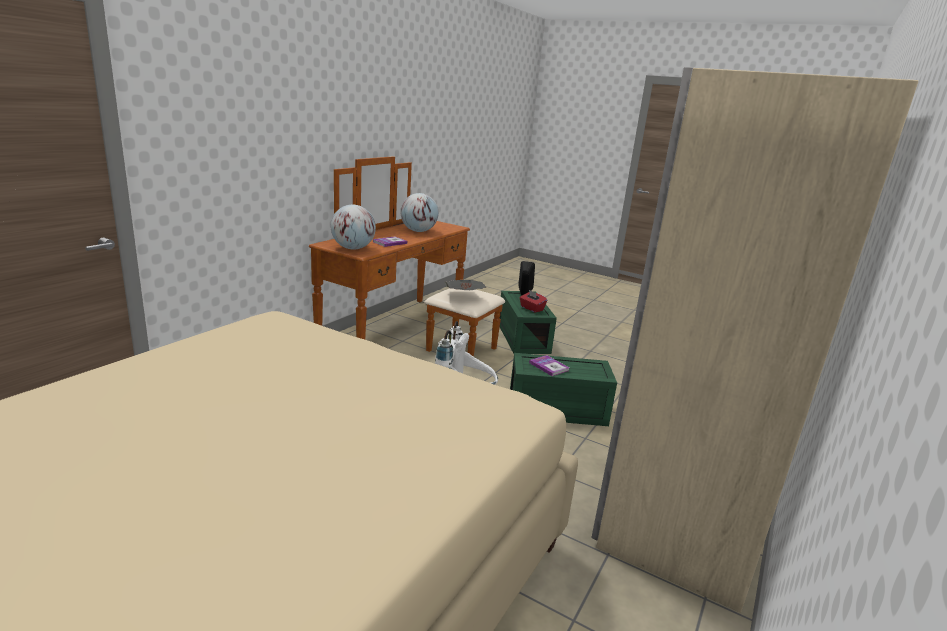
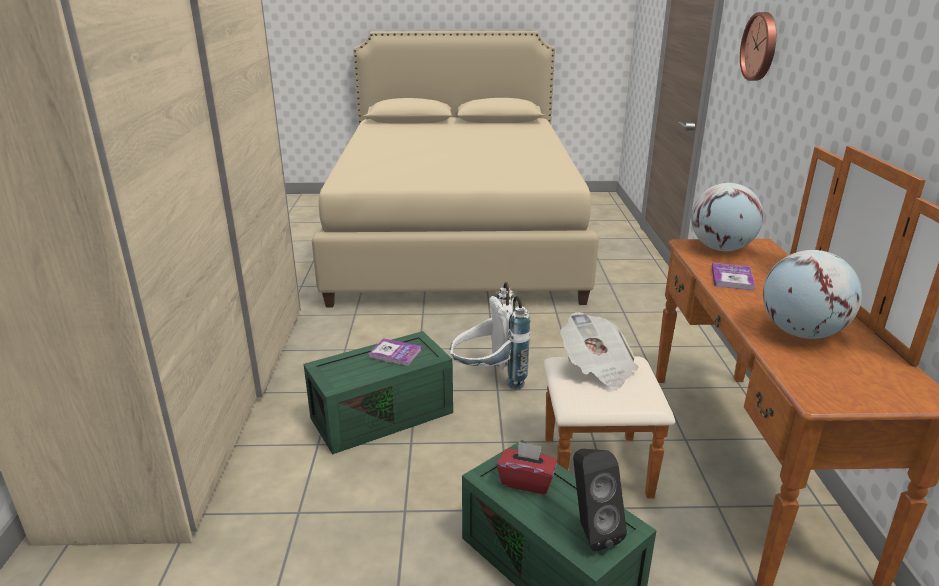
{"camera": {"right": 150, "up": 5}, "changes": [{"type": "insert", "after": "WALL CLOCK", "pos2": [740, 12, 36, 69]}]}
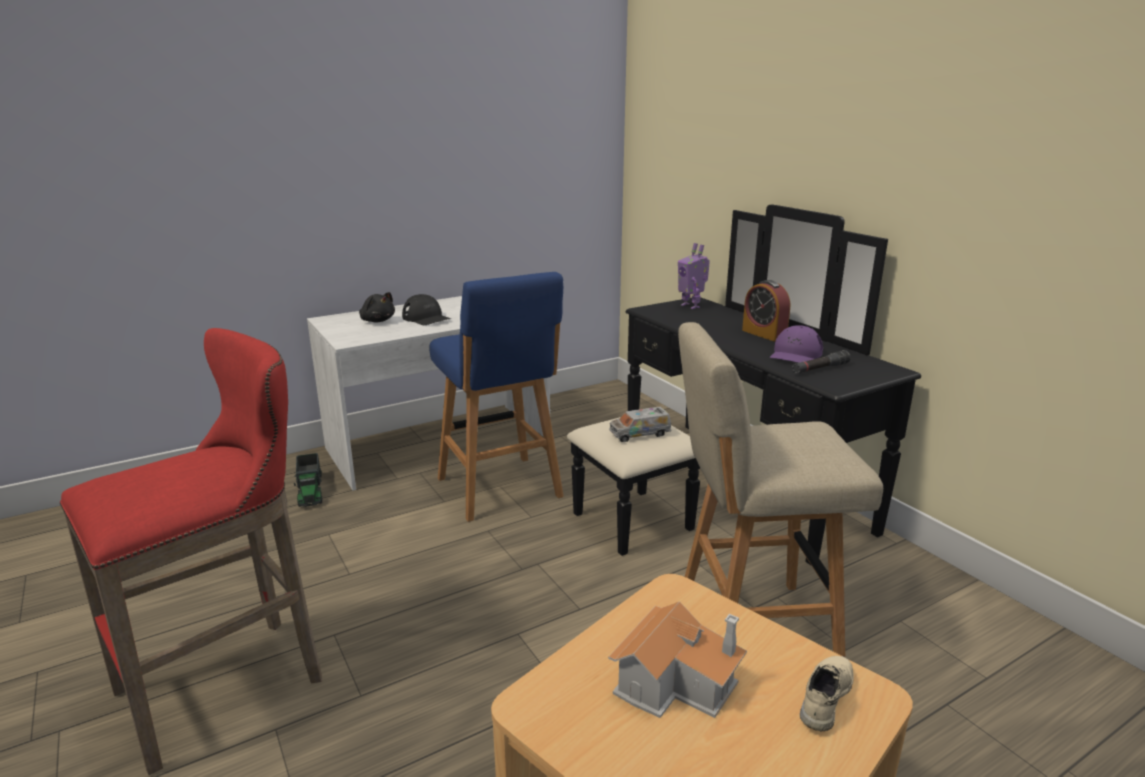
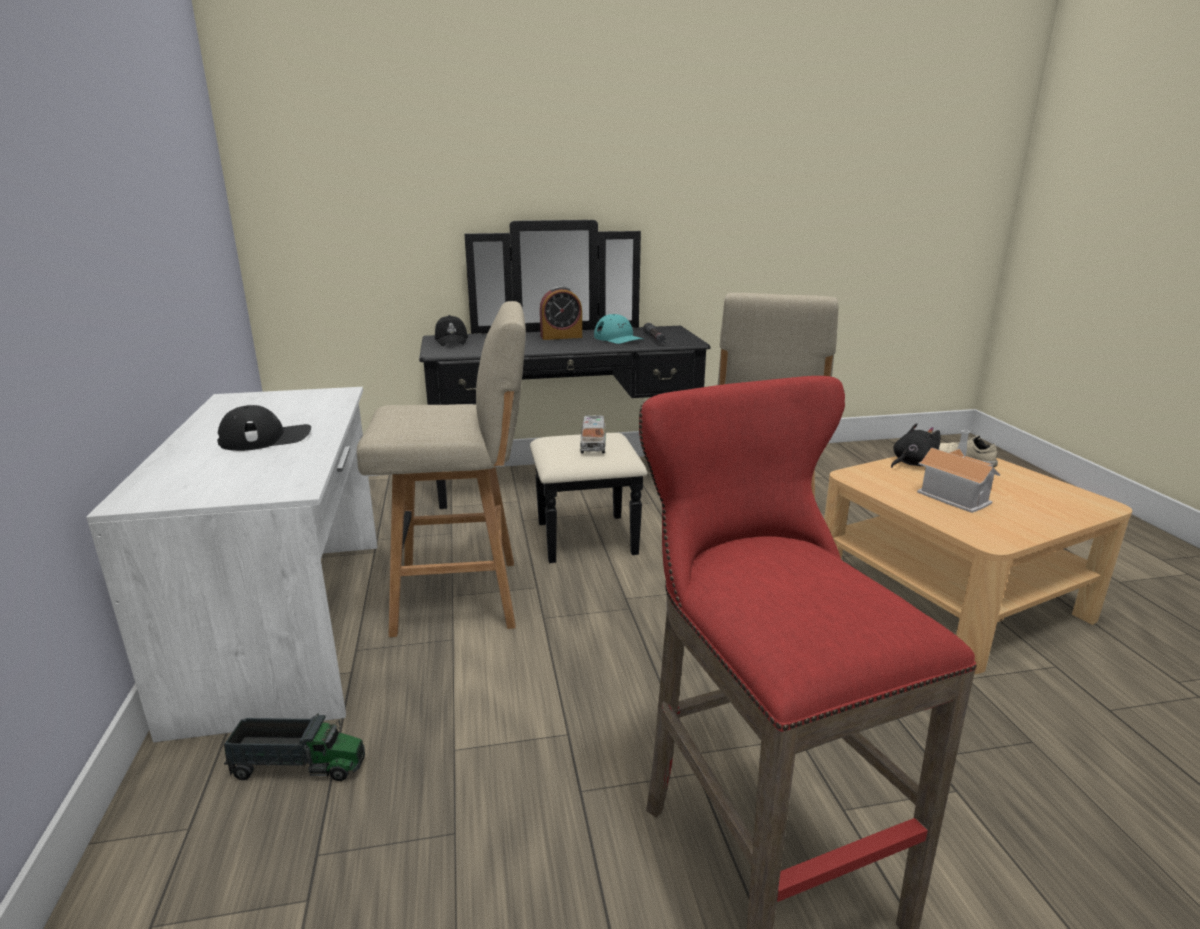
{"camera": {"right": -70, "up": 0}, "changes": [{"type": "recolor", "before": "BLUE STOOL", "after": "BEIGE STOOL", "pos1": [429, 272, 135, 250], "pos2": [357, 301, 169, 336]}, {"type": "replace", "before": "TOY ROBOT", "after": "BLACK CAP", "pos1": [678, 243, 32, 66], "pos2": [434, 315, 34, 31]}, {"type": "recolor", "before": "PURPLE CAP", "after": "TURQUOISE CAP", "pos1": [770, 325, 53, 38], "pos2": [594, 314, 49, 30]}, {"type": "move", "before": "BLACK PLUSH TOY", "pos1": [359, 292, 36, 30], "pos2": [891, 423, 49, 45]}]}
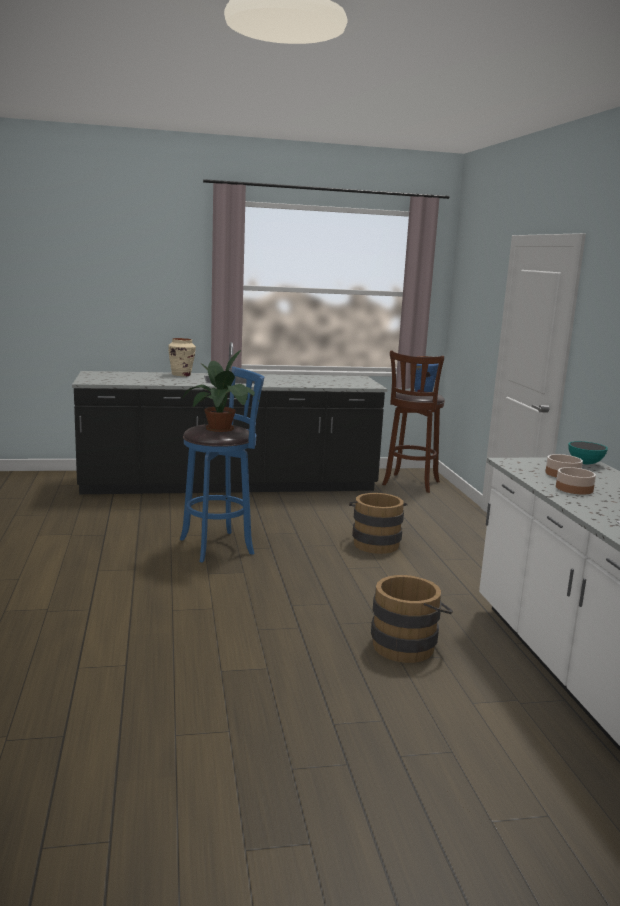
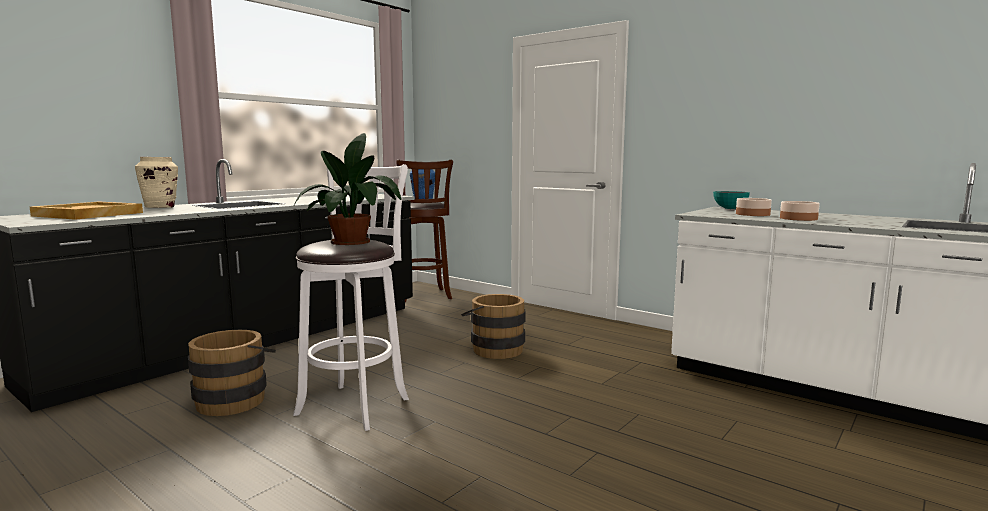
{"camera": {"right": -40, "up": -5}, "changes": [{"type": "insert", "after": "BEIGE TRAY", "pos2": [30, 202, 113, 18]}, {"type": "move", "before": "BROWN BUCKET", "pos1": [371, 575, 82, 88], "pos2": [188, 330, 88, 86]}, {"type": "recolor", "before": "BLUE STOOL", "after": "WHITE STOOL", "pos1": [180, 367, 84, 196], "pos2": [293, 164, 116, 267]}]}
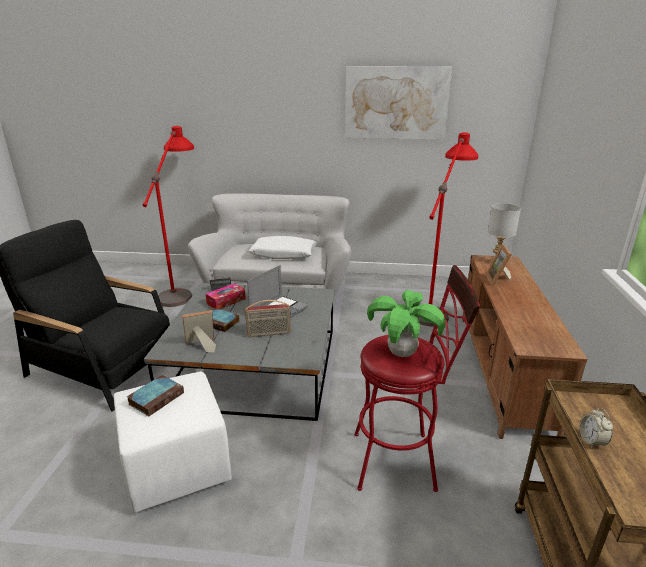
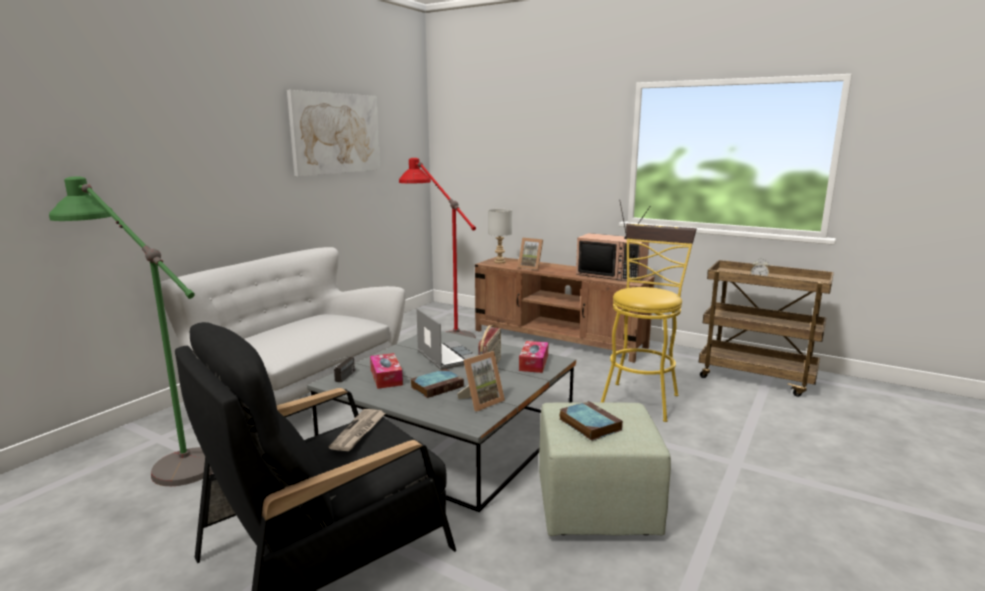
{"camera": {"right": -65, "up": -10}, "changes": [{"type": "recolor", "before": "RED FLOOR LAMP", "after": "GREEN FLOOR LAMP", "pos1": [143, 126, 51, 181], "pos2": [49, 176, 164, 310]}, {"type": "insert", "after": "NEWSPAPER", "pos2": [329, 409, 57, 42]}, {"type": "rotate", "before": "PICTURE FRAME", "pos1": [182, 310, 34, 42], "pos2": [457, 351, 48, 60], "turn": -135}, {"type": "insert", "after": "TISSUE BOX", "pos2": [519, 341, 30, 32]}, {"type": "recolor", "before": "WHITE OTTOMAN", "after": "GREEN OTTOMAN", "pos1": [114, 372, 118, 141], "pos2": [539, 402, 132, 134]}, {"type": "insert", "after": "TELEVISION", "pos2": [576, 200, 75, 81]}, {"type": "recolor", "before": "RED STOOL", "after": "YELLOW STOOL", "pos1": [354, 265, 126, 227], "pos2": [601, 224, 96, 198]}, {"type": "delete", "before": "WHITE PILLOW", "pos1": [249, 236, 68, 23]}, {"type": "delete", "before": "POTTED PLANT", "pos1": [367, 290, 78, 67]}]}
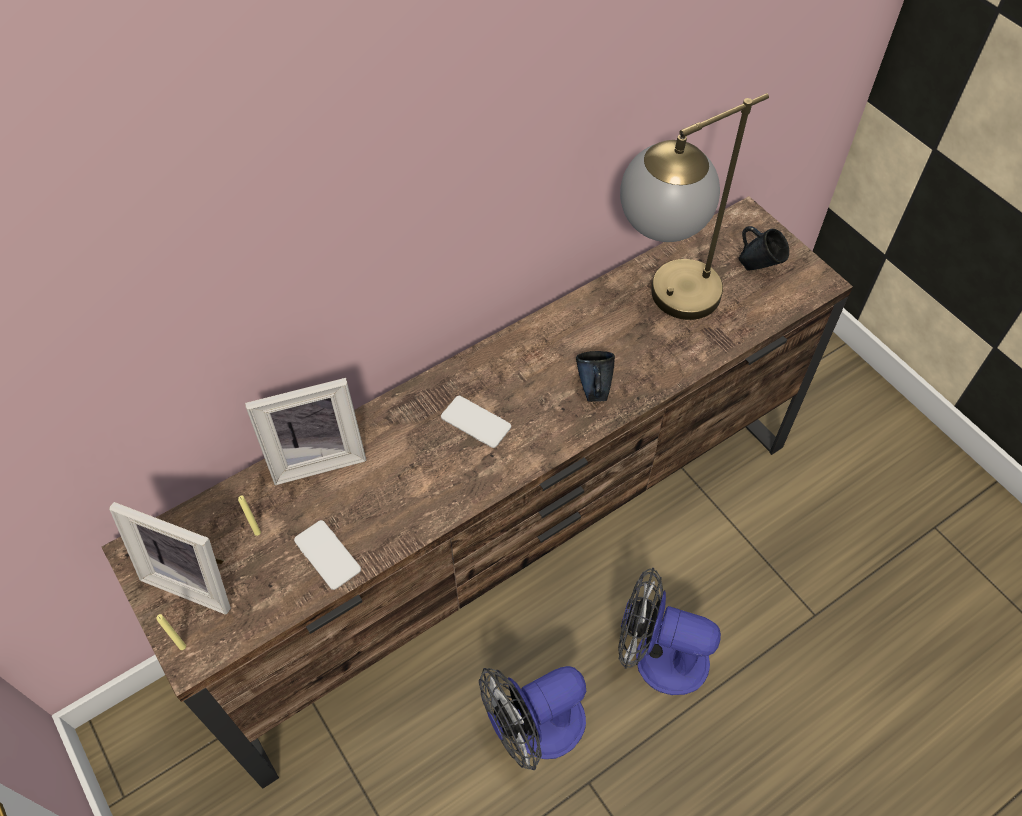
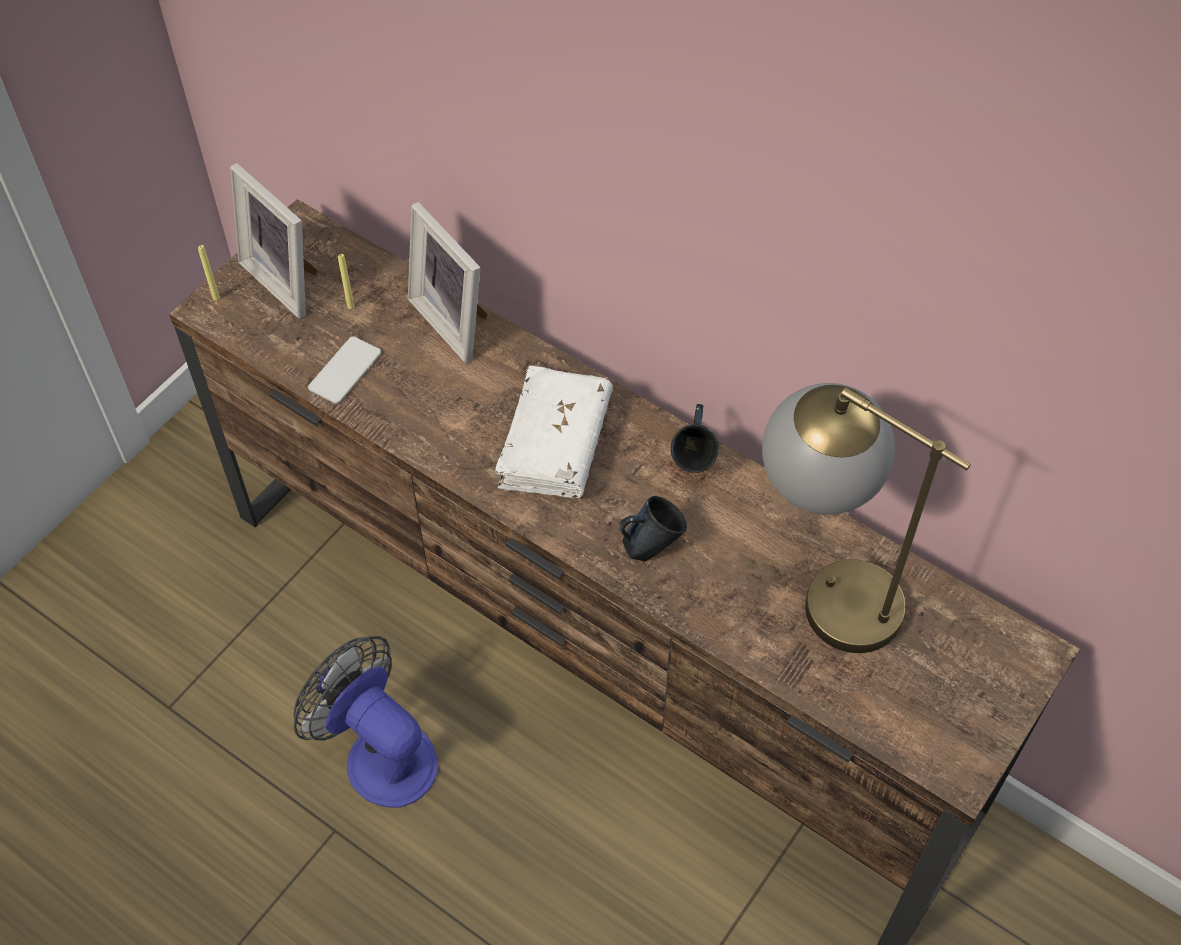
{"camera": {"right": 70, "up": 0}, "changes": [{"type": "rotate", "before": "PICTURE FRAME", "pos1": [109, 502, 122, 113], "pos2": [230, 163, 88, 156], "turn": -45}, {"type": "replace", "before": "PHONE", "after": "WHITE BOOK", "pos1": [441, 396, 70, 52], "pos2": [495, 366, 118, 132]}, {"type": "move", "before": "BLUE MUG", "pos1": [739, 226, 50, 45], "pos2": [671, 404, 48, 69]}, {"type": "delete", "before": "FAN", "pos1": [618, 568, 103, 127]}]}
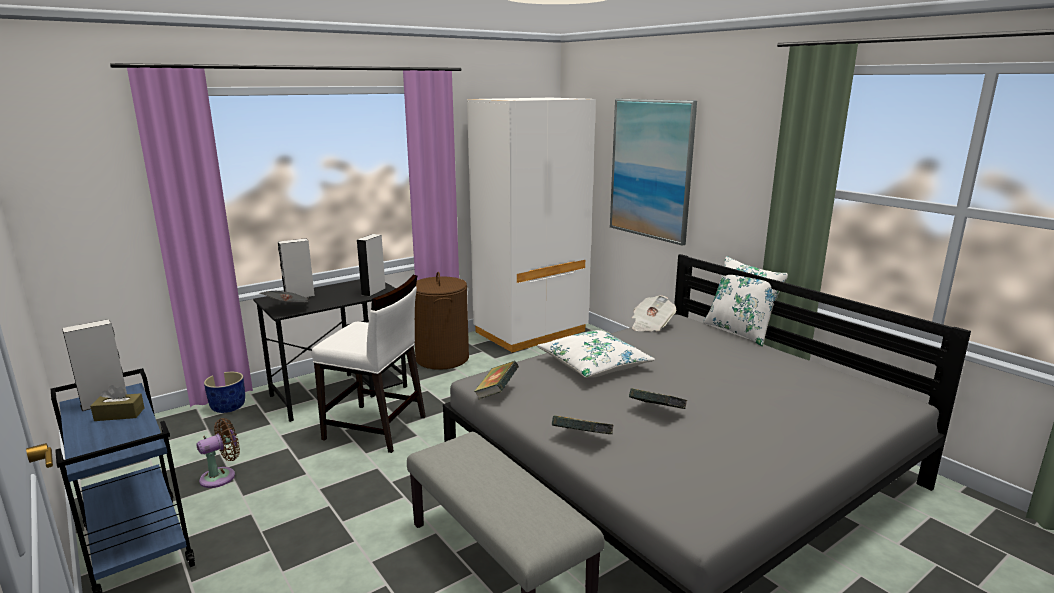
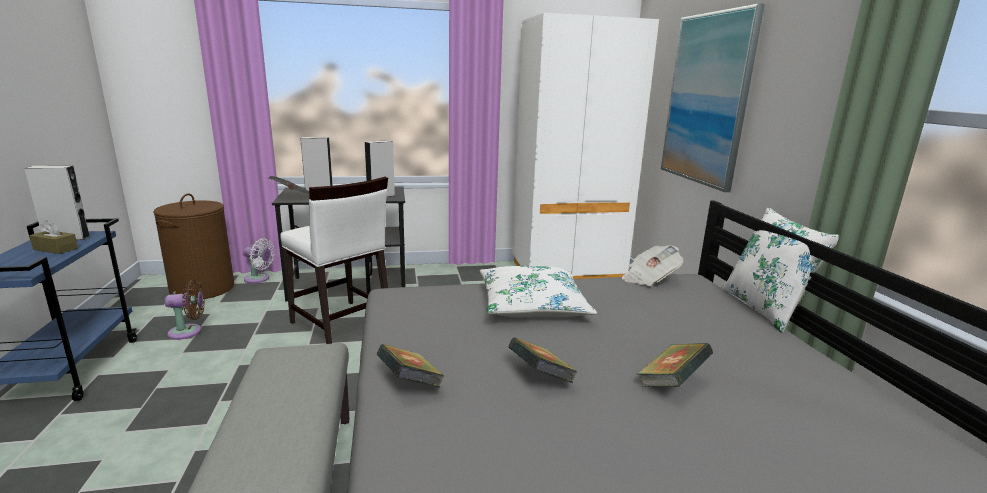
{"camera": {"right": 25, "up": 0}, "changes": [{"type": "move", "before": "BROWN LAUNDRY BASKET", "pos1": [415, 272, 54, 98], "pos2": [153, 193, 81, 106]}, {"type": "replace", "before": "BLUE PLANTER", "after": "WHITE FAN", "pos1": [204, 372, 41, 41], "pos2": [243, 238, 32, 45]}, {"type": "move", "before": "BOOK", "pos1": [474, 361, 45, 38], "pos2": [637, 343, 76, 44]}]}
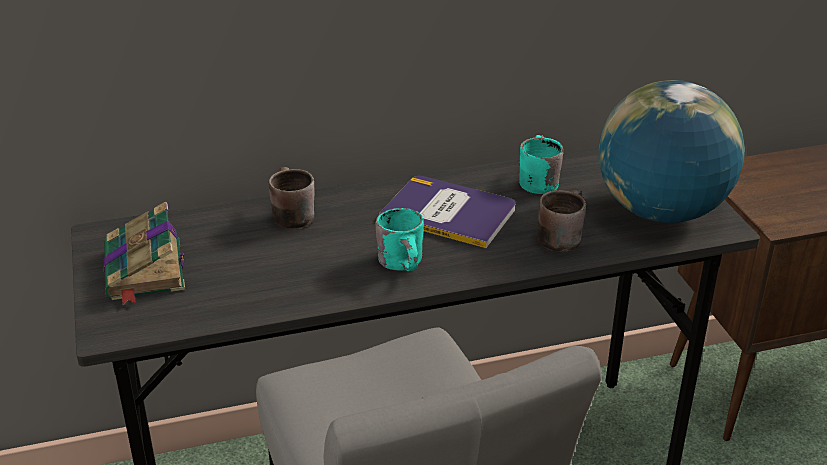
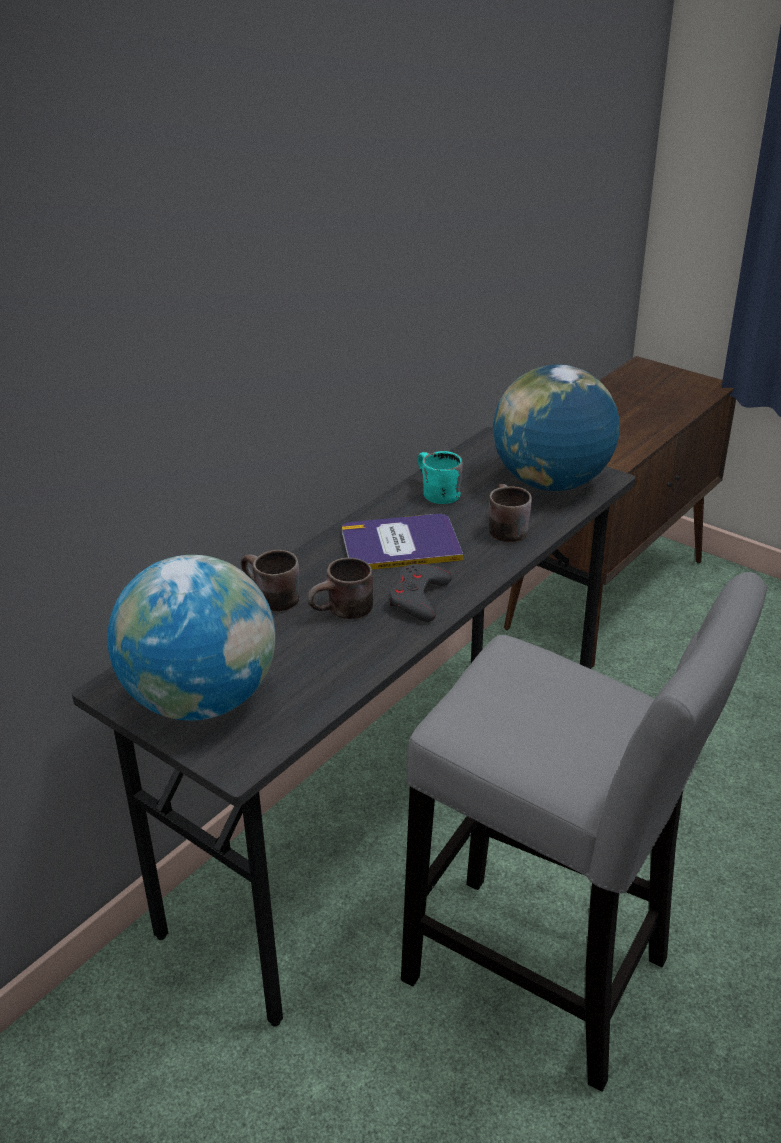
{"camera": {"right": -35, "up": 0}, "changes": [{"type": "replace", "before": "BOOK", "after": "GLOBE", "pos1": [104, 201, 81, 104], "pos2": [107, 555, 168, 166]}, {"type": "insert", "after": "BROWN MUG", "pos2": [307, 558, 66, 61]}, {"type": "replace", "before": "TURQUOISE MUG", "after": "GREY GAME CONTROLLER", "pos1": [375, 208, 49, 63], "pos2": [389, 564, 63, 58]}]}
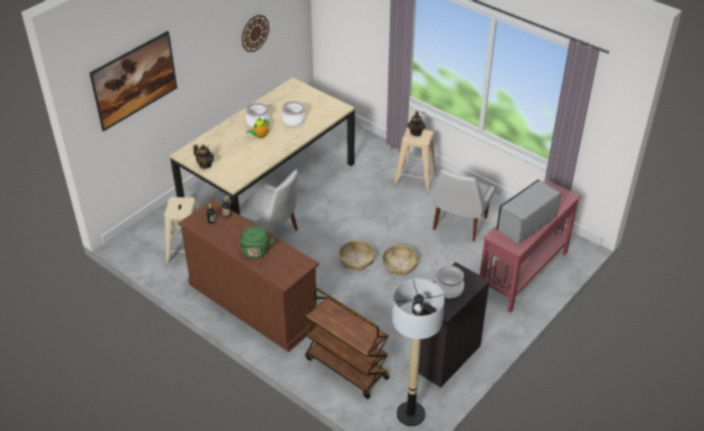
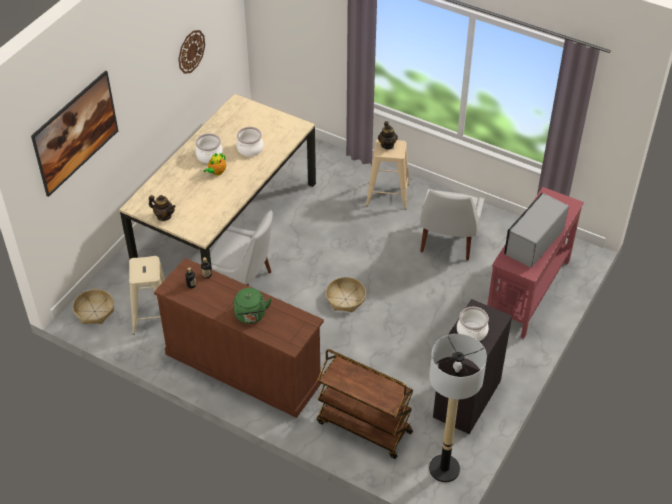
{"camera": {"right": -10, "up": 5}, "changes": [{"type": "move", "before": "BASKET", "pos1": [382, 245, 37, 31], "pos2": [73, 289, 41, 35]}]}
